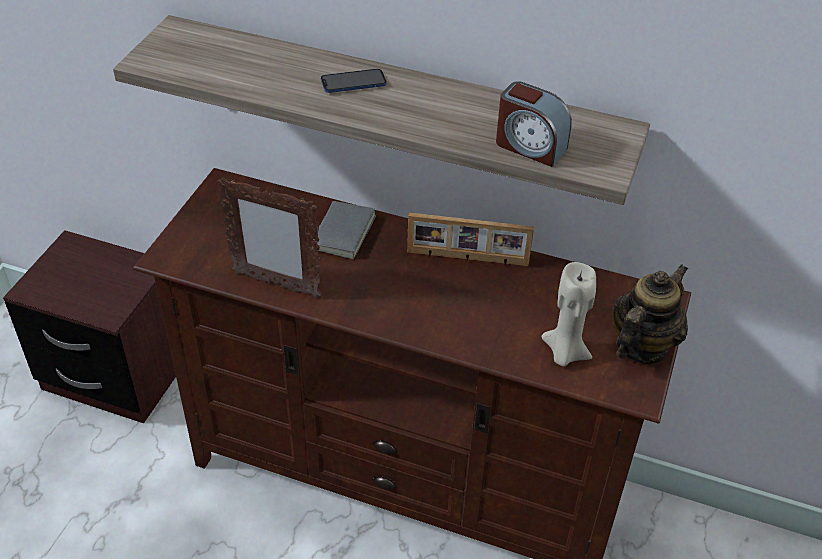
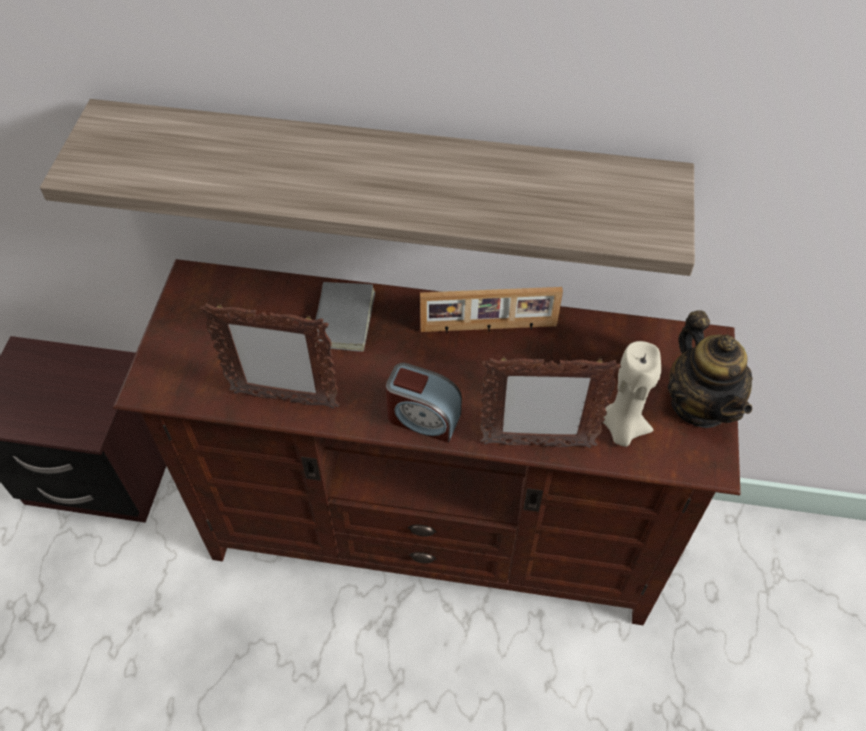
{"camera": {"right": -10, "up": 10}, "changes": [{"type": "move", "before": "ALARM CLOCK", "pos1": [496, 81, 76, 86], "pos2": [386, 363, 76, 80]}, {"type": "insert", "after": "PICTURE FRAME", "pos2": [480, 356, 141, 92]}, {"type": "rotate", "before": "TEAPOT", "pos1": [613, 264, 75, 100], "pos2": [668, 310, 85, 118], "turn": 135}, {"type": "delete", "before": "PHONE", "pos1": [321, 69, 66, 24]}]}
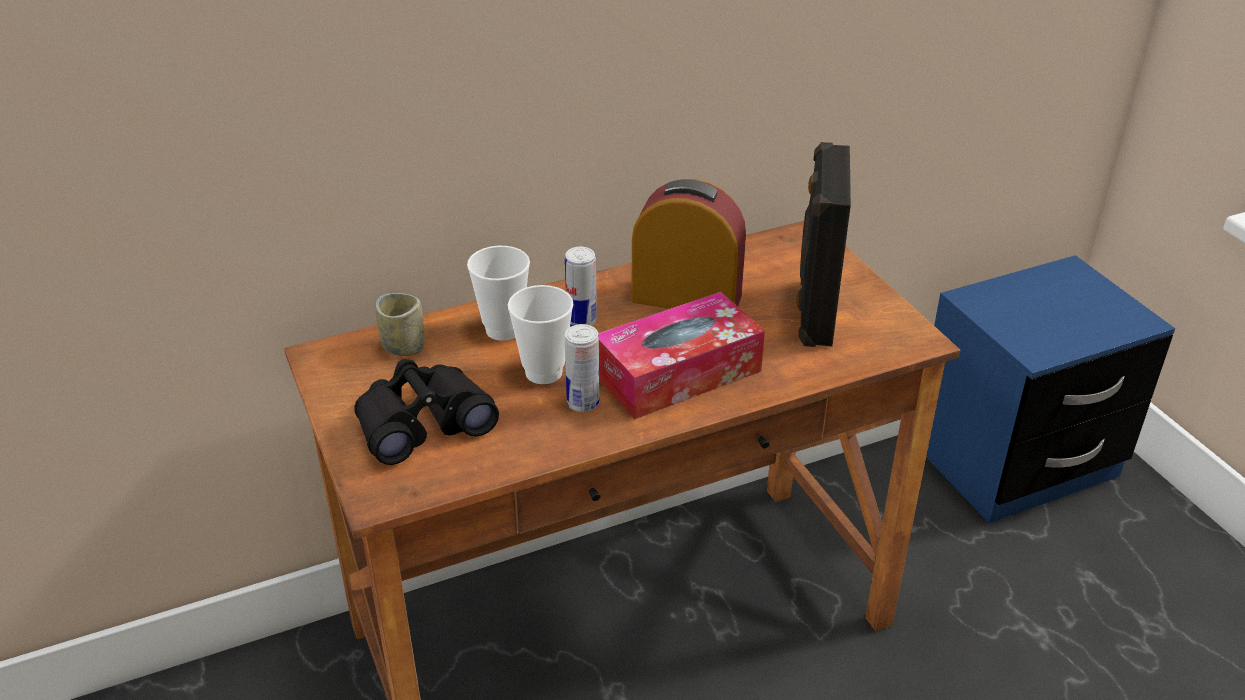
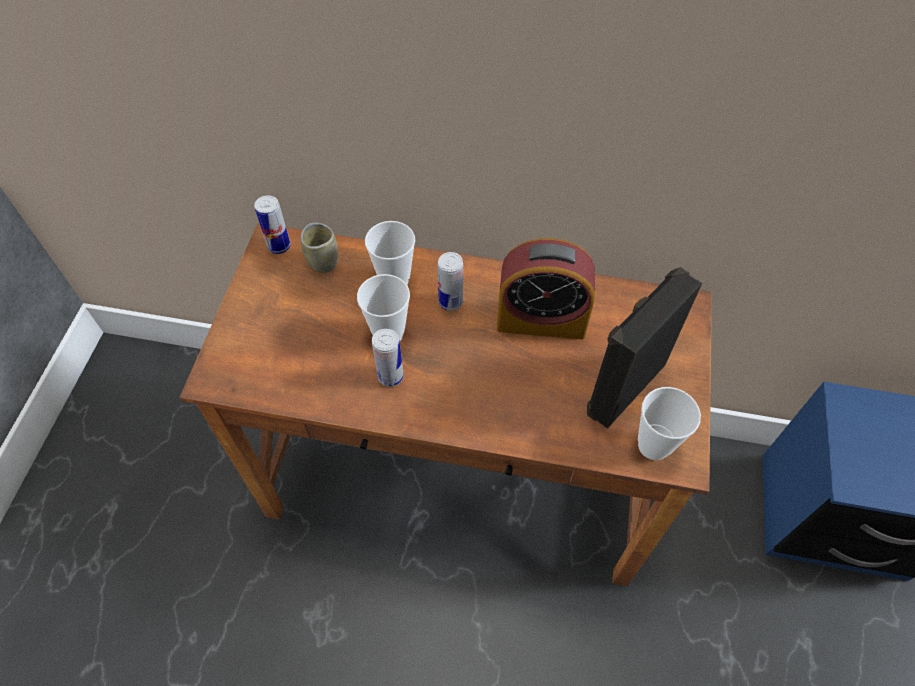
{"camera": {"right": 35, "up": 20}, "changes": [{"type": "insert", "after": "CAN", "pos2": [254, 195, 37, 59]}, {"type": "rotate", "before": "ALARM CLOCK", "pos1": [631, 179, 115, 130], "pos2": [497, 238, 98, 101], "turn": 135}, {"type": "insert", "after": "CUP", "pos2": [638, 387, 63, 73]}, {"type": "delete", "before": "BLACK BINOCULARS", "pos1": [354, 359, 145, 106]}, {"type": "delete", "before": "TISSUE BOX", "pos1": [598, 292, 167, 127]}]}
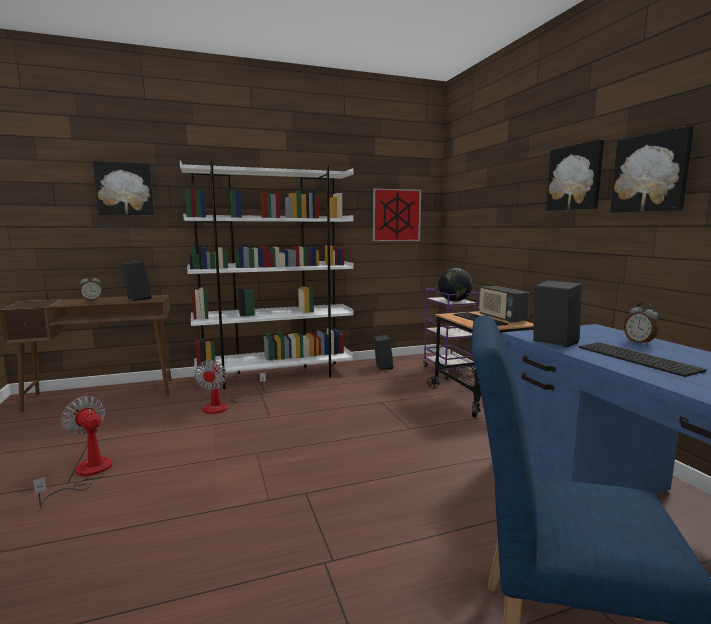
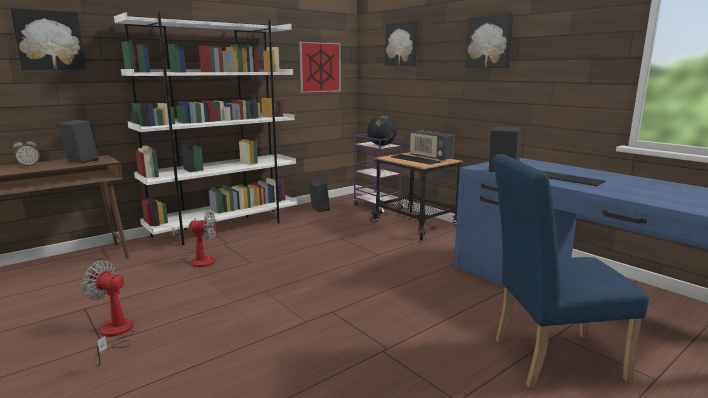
{"camera": {"right": -20, "up": 5}, "changes": [{"type": "rotate", "before": "FAN", "pos1": [195, 360, 71, 54], "pos2": [173, 212, 43, 55], "turn": -75}, {"type": "move", "before": "PICTURE", "pos1": [610, 126, 84, 87], "pos2": [385, 21, 33, 45]}, {"type": "delete", "before": "ALARM CLOCK", "pos1": [624, 303, 35, 42]}]}
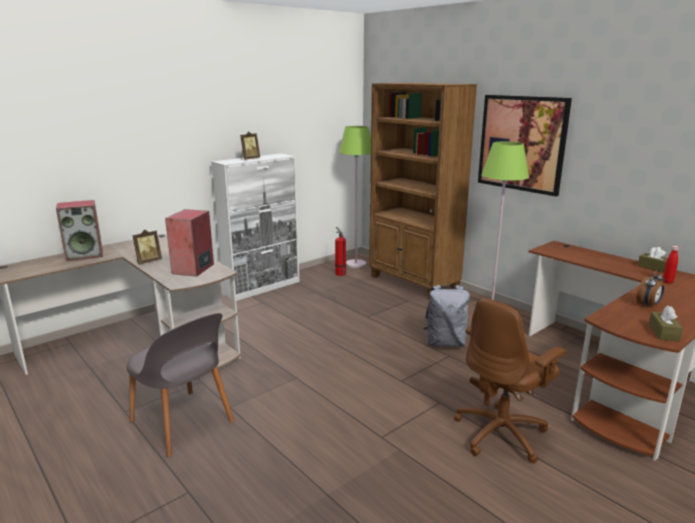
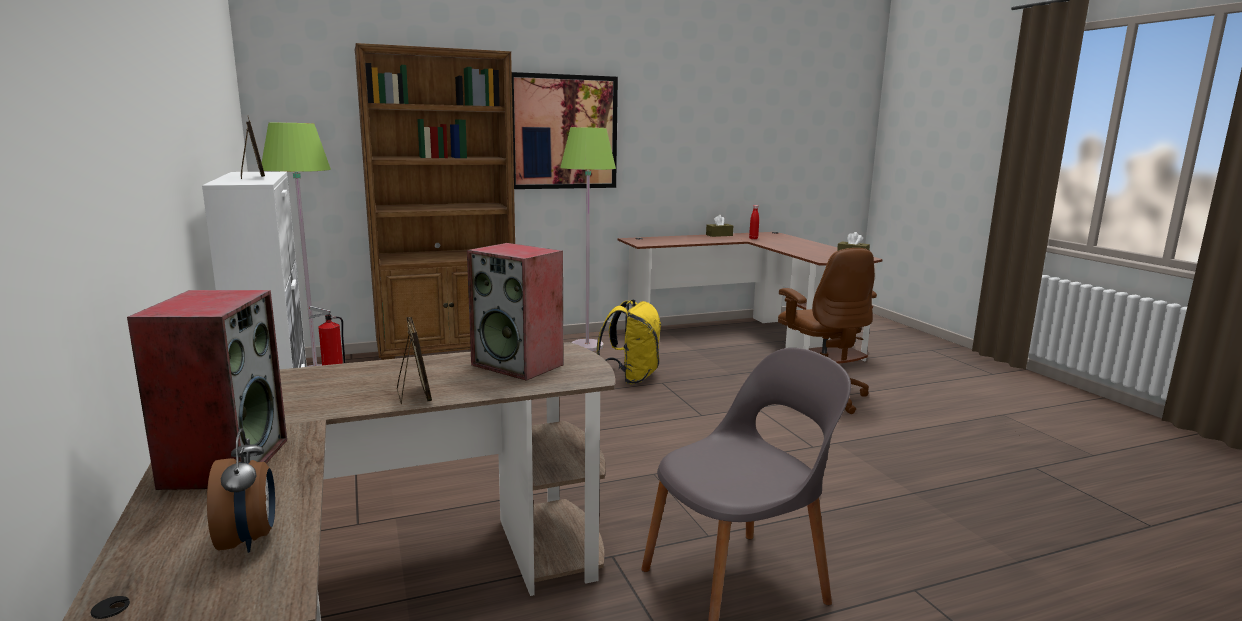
{"camera": {"right": -70, "up": -5}, "changes": [{"type": "move", "before": "ALARM CLOCK", "pos1": [637, 269, 27, 39], "pos2": [207, 429, 68, 124]}, {"type": "recolor", "before": "GREY BACKPACK", "after": "YELLOW BACKPACK", "pos1": [424, 284, 46, 63], "pos2": [597, 300, 65, 84]}]}
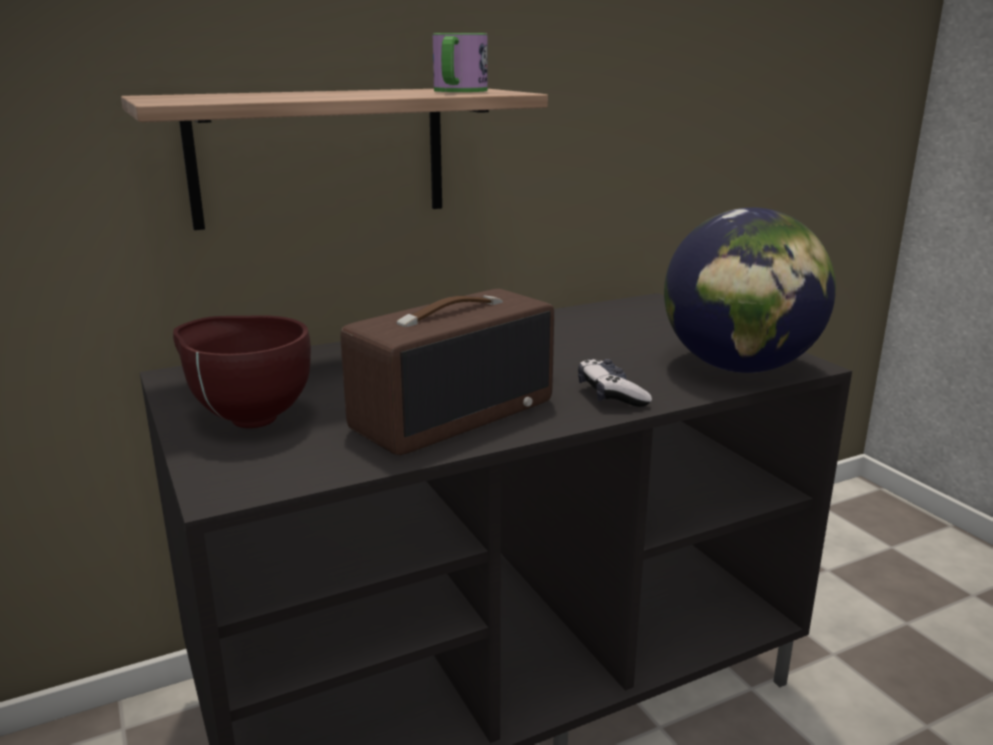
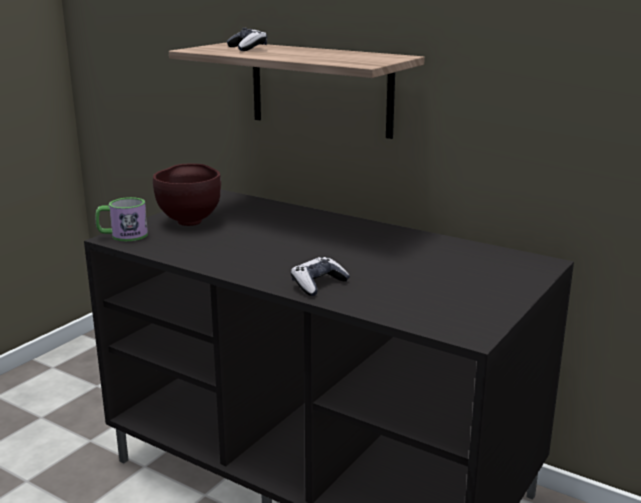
{"camera": {"right": 60, "up": 0}, "changes": [{"type": "move", "before": "MUG", "pos1": [433, 33, 55, 59], "pos2": [95, 197, 53, 44]}, {"type": "insert", "after": "GAME CONTROLLER", "pos2": [227, 28, 40, 23]}, {"type": "delete", "before": "RADIO", "pos1": [341, 289, 213, 166]}, {"type": "delete", "before": "GLOBE", "pos1": [664, 207, 172, 166]}]}
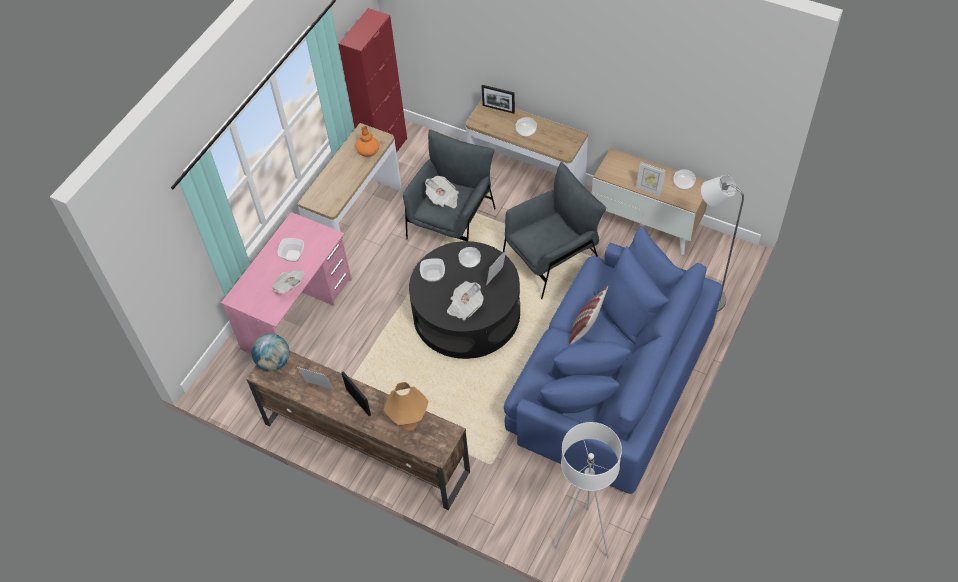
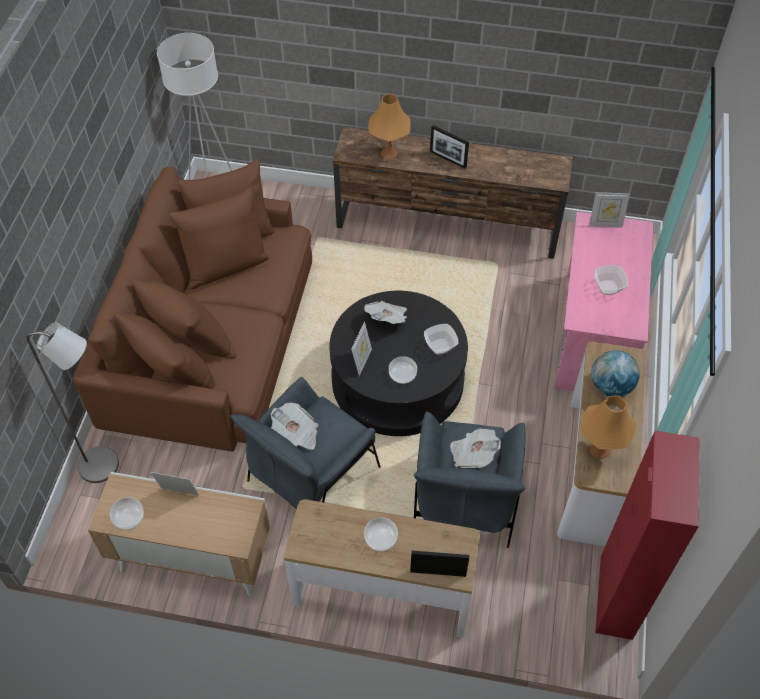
{"camera": {"right": 160, "up": 0}, "changes": [{"type": "recolor", "before": "BLUE SOFA", "after": "BROWN SOFA", "pos1": [504, 225, 218, 269], "pos2": [74, 160, 238, 292]}, {"type": "move", "before": "NEWSPAPER", "pos1": [271, 270, 34, 23], "pos2": [271, 403, 47, 47]}, {"type": "replace", "before": "ORANGE VASE", "after": "ORANGE TABLE LAMP", "pos1": [356, 126, 23, 31], "pos2": [579, 396, 58, 63]}, {"type": "move", "before": "PICTURE FRAME", "pos1": [297, 367, 37, 23], "pos2": [589, 192, 41, 36]}, {"type": "move", "before": "GLOBE", "pos1": [252, 334, 38, 37], "pos2": [591, 350, 49, 47]}, {"type": "delete", "before": "PILLOW", "pos1": [569, 286, 39, 59]}]}
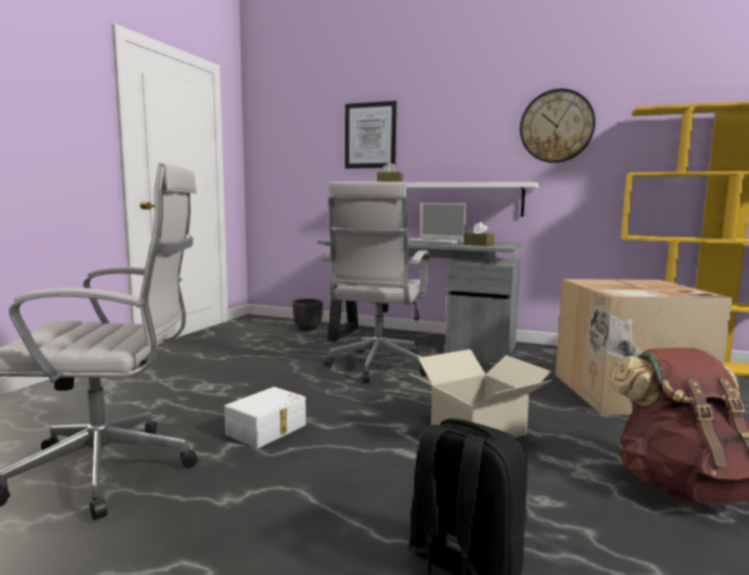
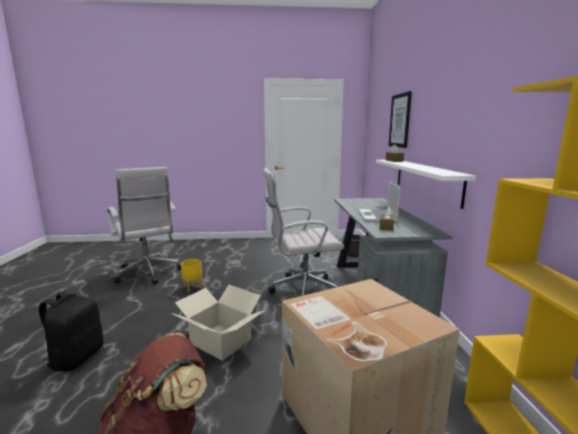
{"camera": {"right": 65, "up": 5}, "changes": [{"type": "replace", "before": "WHITE STORAGE BOX", "after": "YELLOW PLANTER", "pos1": [224, 387, 82, 61], "pos2": [181, 259, 21, 33]}, {"type": "delete", "before": "WALL CLOCK", "pos1": [520, 89, 75, 74]}]}
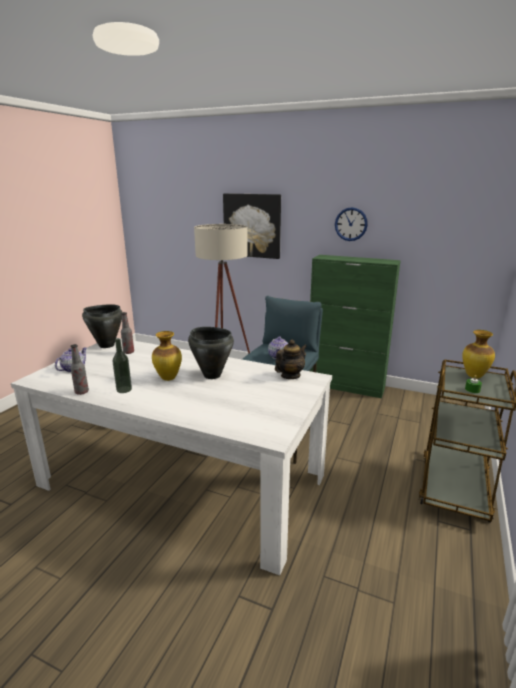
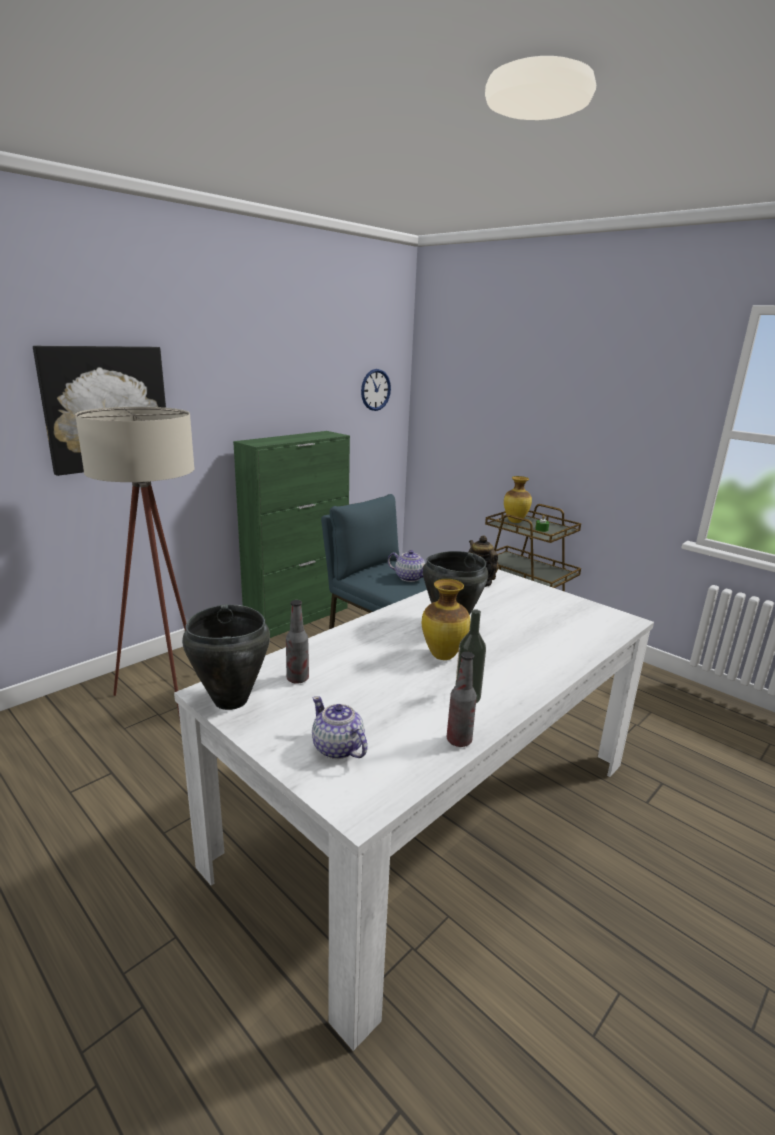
{"camera": {"right": -70, "up": 0}, "changes": [{"type": "move", "before": "WALL CLOCK", "pos1": [335, 207, 33, 34], "pos2": [361, 369, 30, 42]}]}
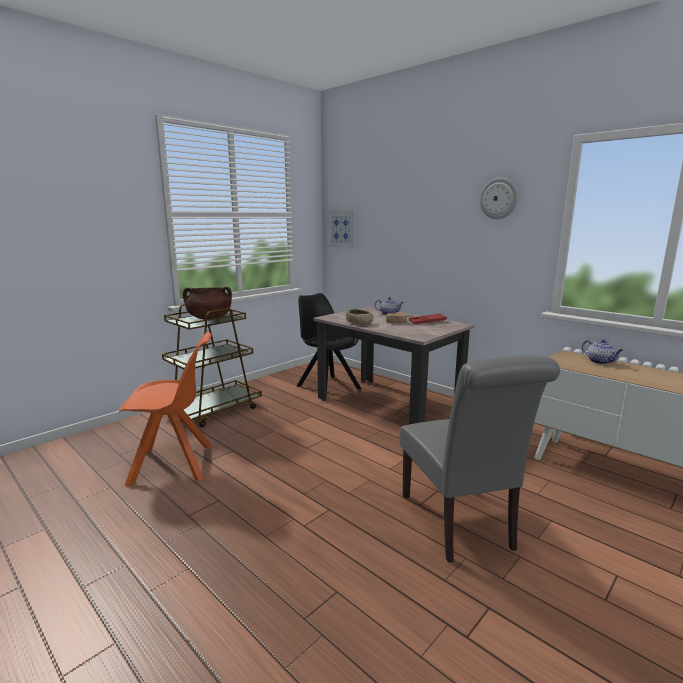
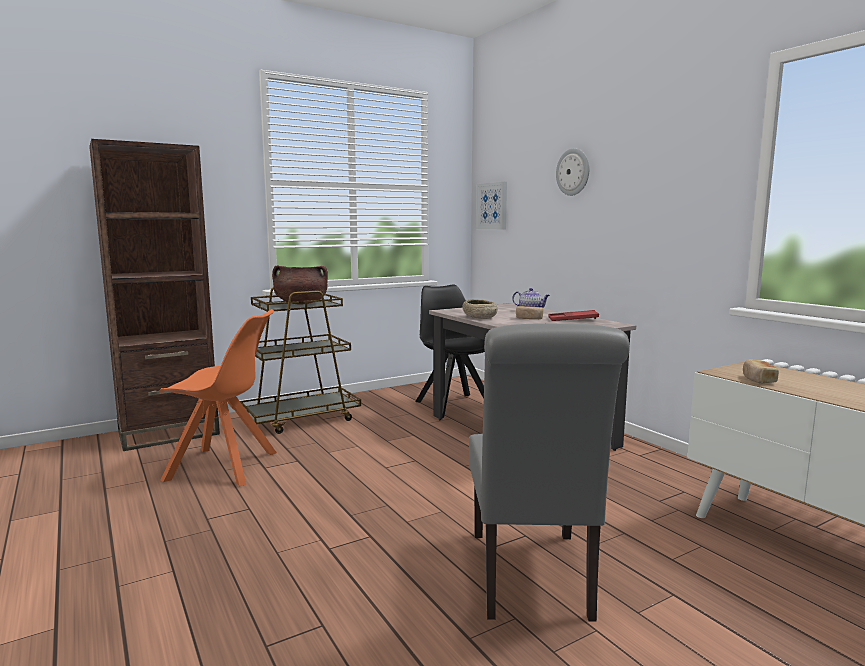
{"camera": {"right": 15, "up": -5}, "changes": [{"type": "insert", "after": "BROWN BOOKCASE", "pos2": [89, 139, 131, 312]}, {"type": "move", "before": "WALL CLOCK", "pos1": [480, 178, 38, 41], "pos2": [556, 148, 33, 48]}, {"type": "insert", "after": "BREAD", "pos2": [743, 359, 36, 25]}, {"type": "delete", "before": "TEAPOT", "pos1": [582, 339, 41, 25]}]}
